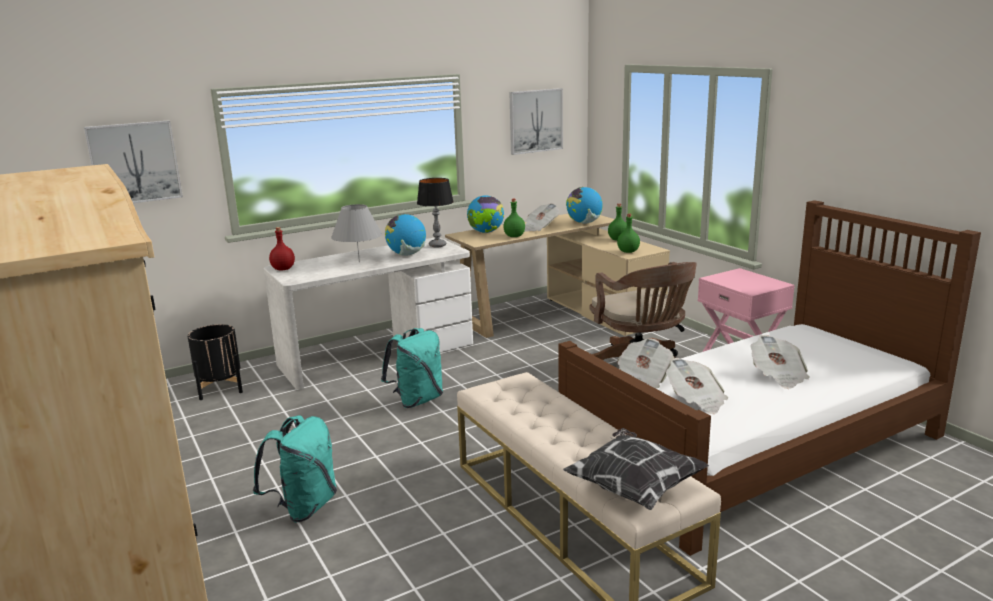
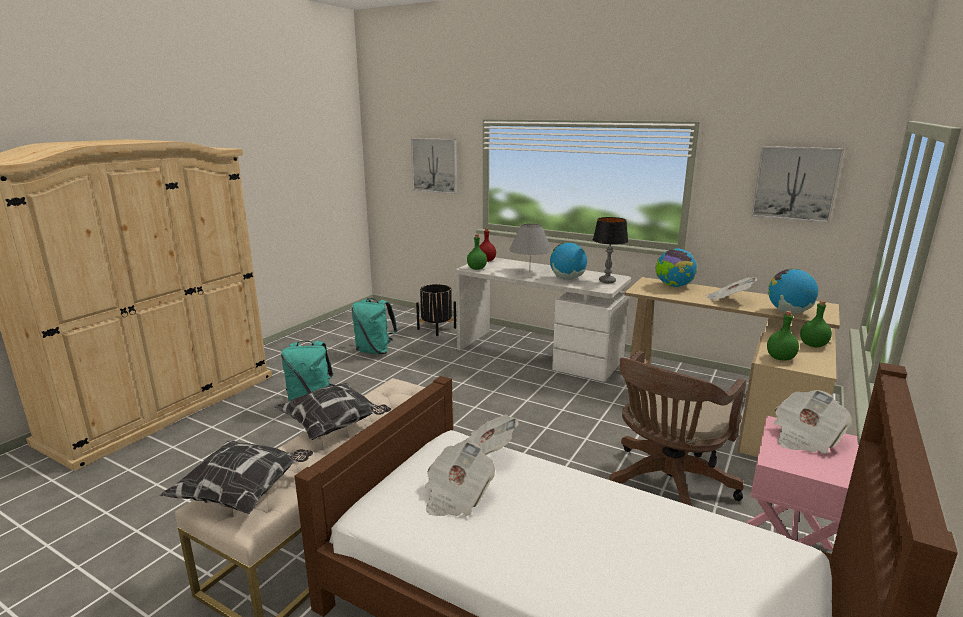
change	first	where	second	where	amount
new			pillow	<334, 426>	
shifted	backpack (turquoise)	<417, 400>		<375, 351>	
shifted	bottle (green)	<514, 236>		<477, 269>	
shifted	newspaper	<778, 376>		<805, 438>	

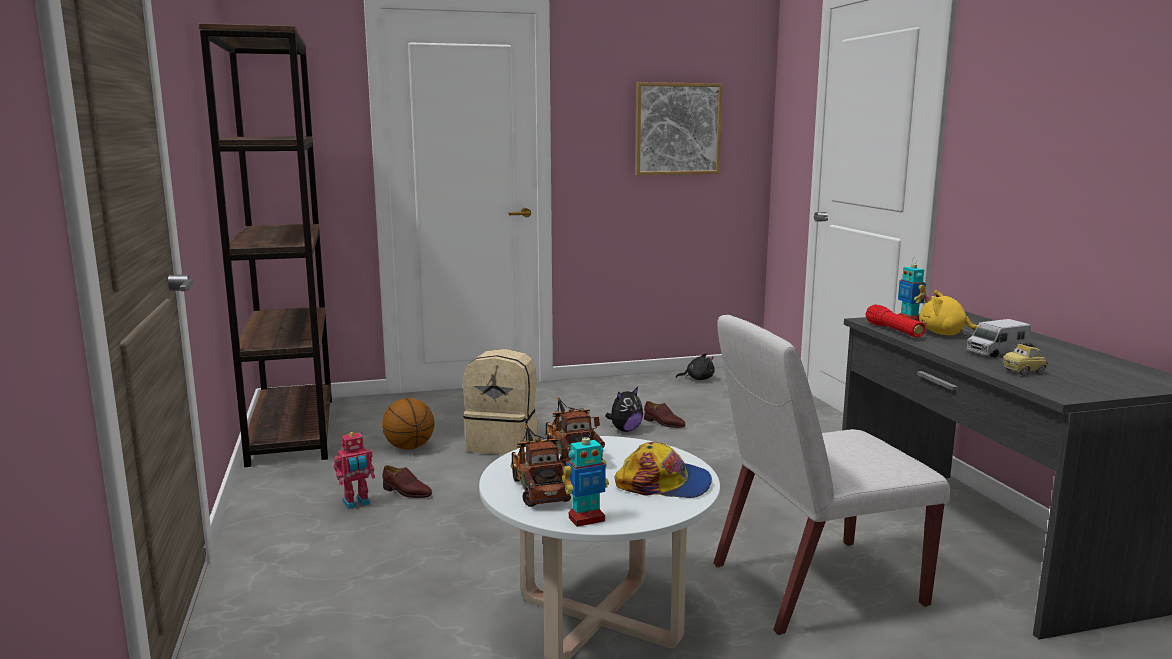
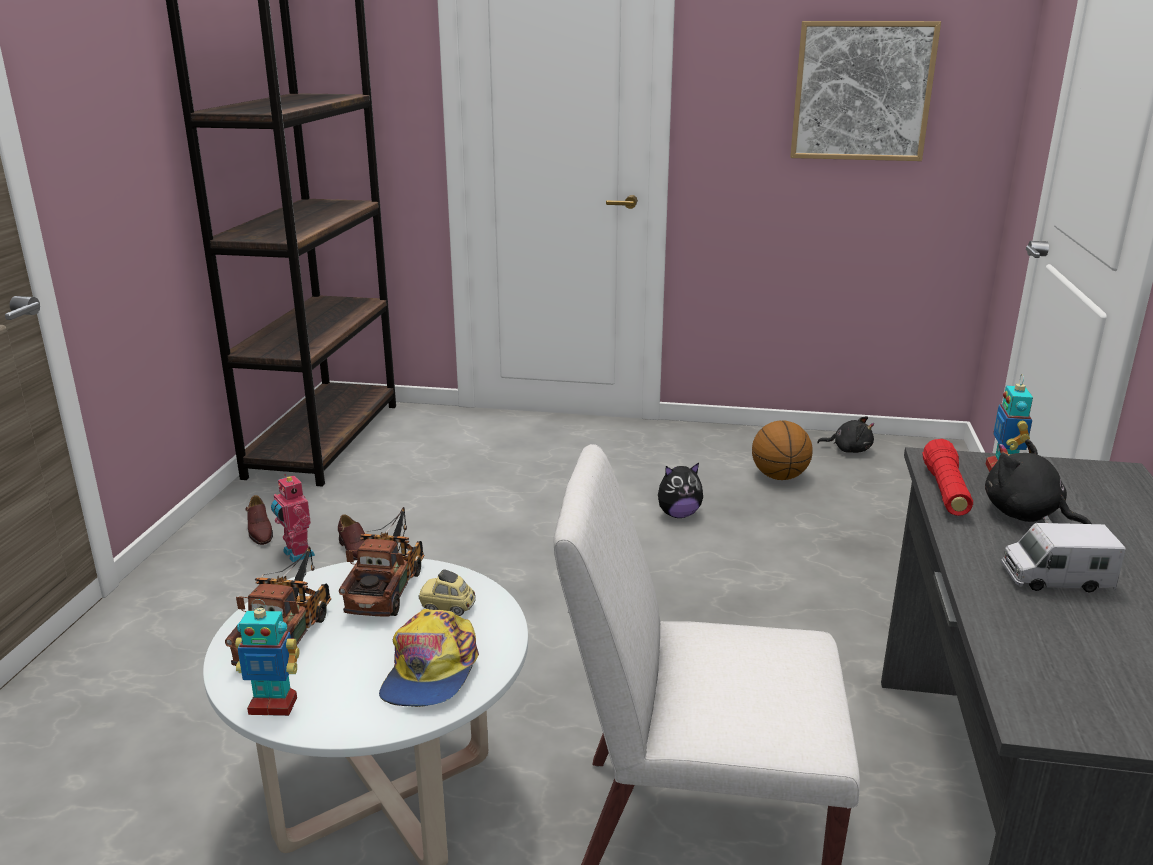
change	first	where	second	where	amount
gone	backpack (beige)	<503, 443>			
shifted	basketball	<409, 448>		<779, 477>	
shifted	shoe (brown)	<664, 423>		<260, 531>	
shifted	toy car	<1024, 372>		<448, 607>	
repainted	plush toy (yellow)	<945, 334>	plush toy (black)	<1026, 515>	
rotated	toy robot	<357, 503>		<296, 554>	60 degrees clockwise
rotated	cap	<664, 484>		<430, 671>	60 degrees clockwise

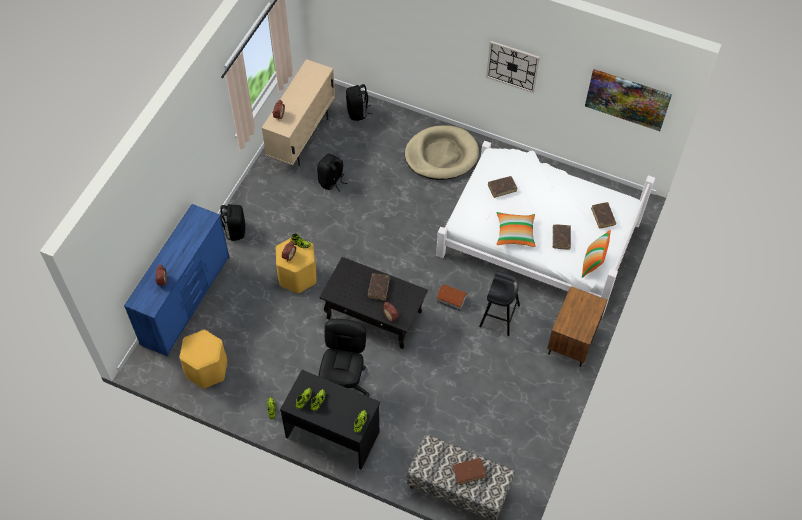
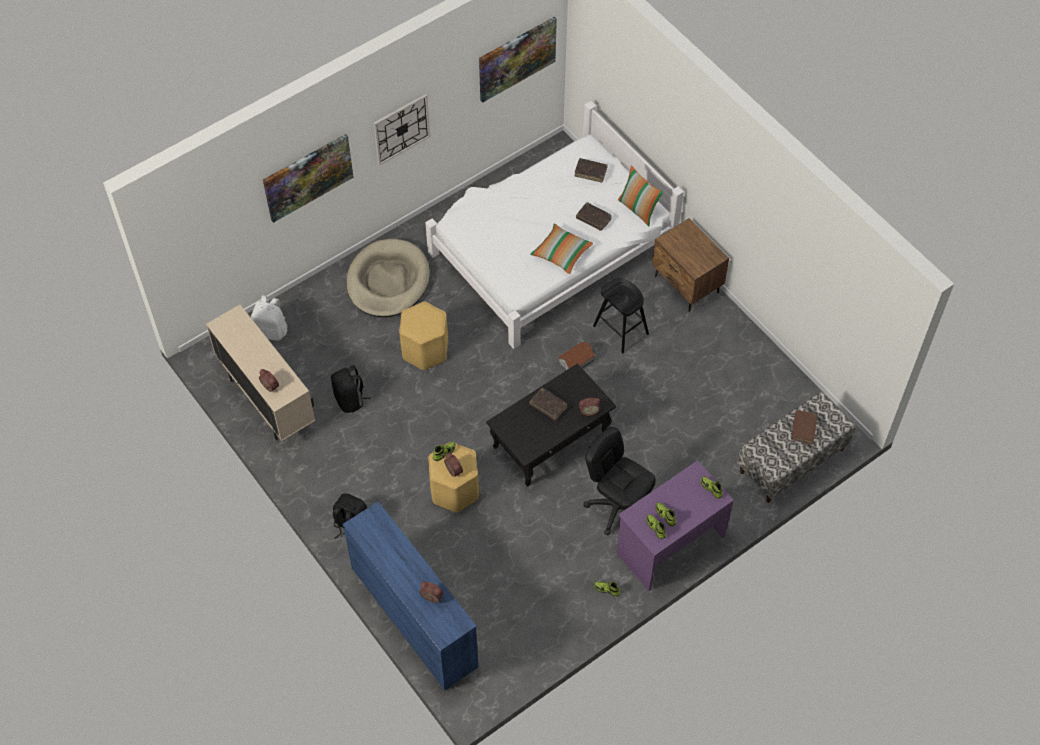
change	first	where	second	where	amount
gone	book (brown)	<502, 188>			
new			picture	<308, 177>	
shifted	stool (yellow)	<206, 369>		<425, 350>	
repainted	desk (black)	<333, 434>	desk (purple)	<669, 544>	
repainted	backpack (black)	<357, 112>	backpack (white)	<272, 330>	

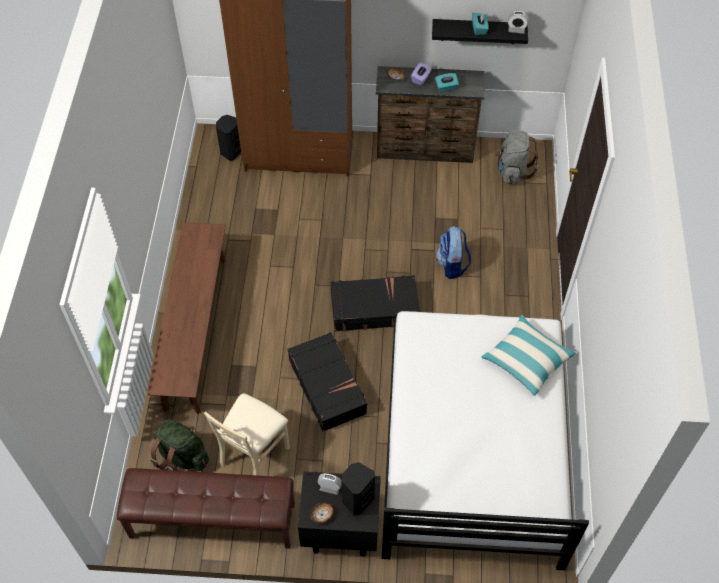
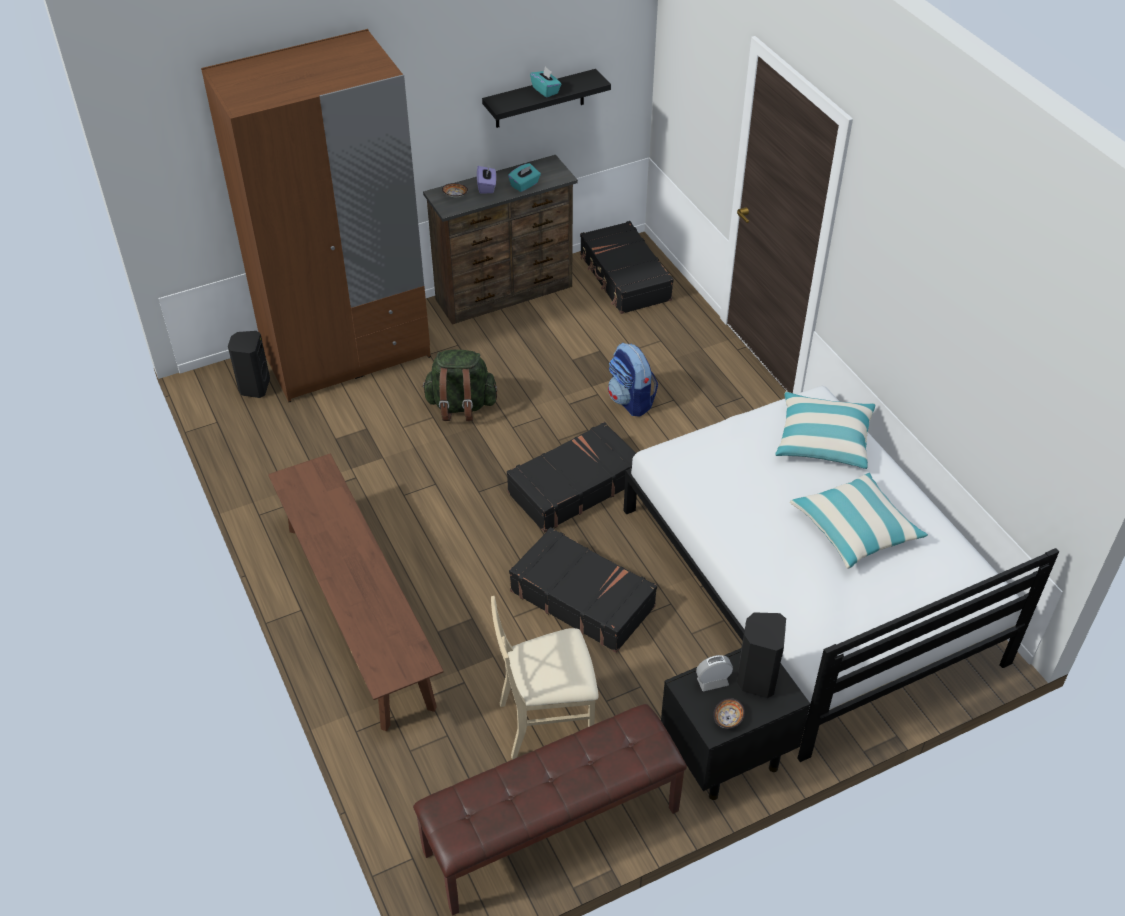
change	first	where	second	where	amount
gone	alarm clock	<516, 30>			
new			pillow	<855, 529>	
shifted	backpack (green)	<182, 456>		<461, 406>	
swapped	backpack (grey)	<512, 171>	suitcase (black)	<624, 278>	
rotated	chair (beige)	<254, 454>		<547, 722>	75 degrees clockwise

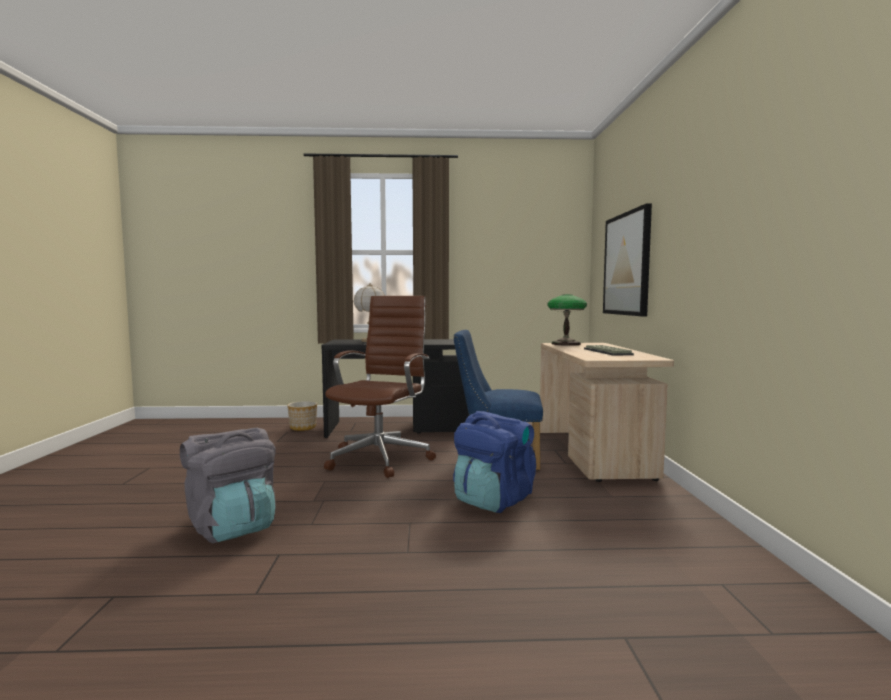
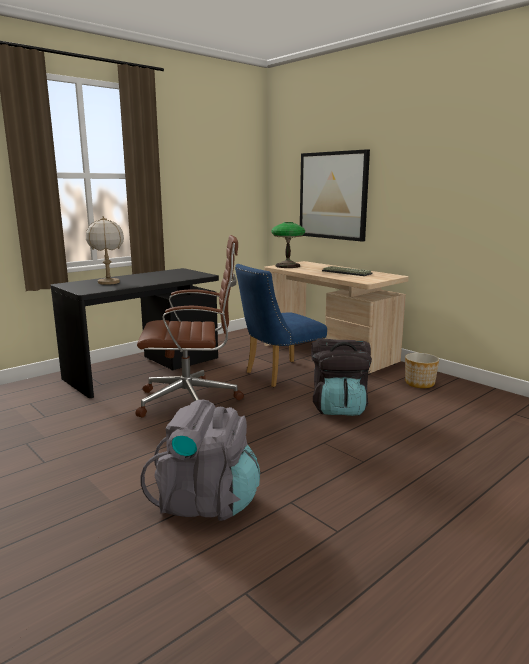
change	first	where	second	where	amount
shifted	planter	<303, 428>		<420, 383>	
repainted	backpack (blue)	<493, 500>	backpack (black)	<339, 407>	
rotated	office chair (brown)	<381, 458>		<192, 401>	105 degrees clockwise

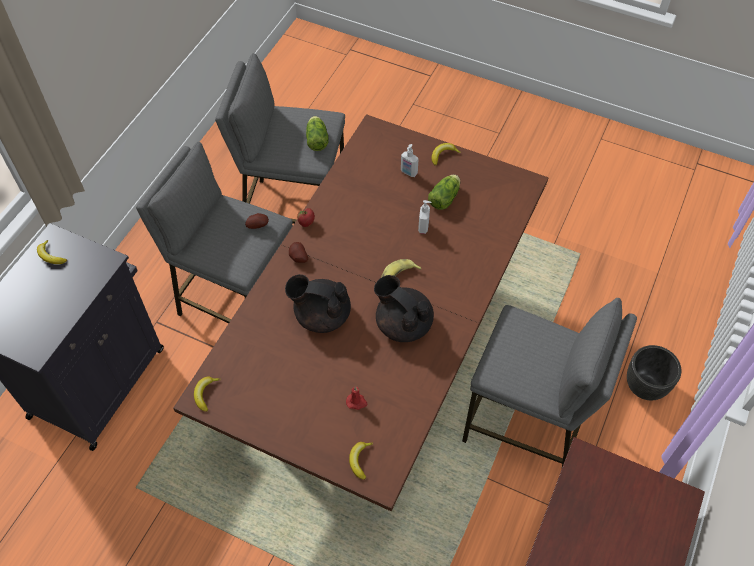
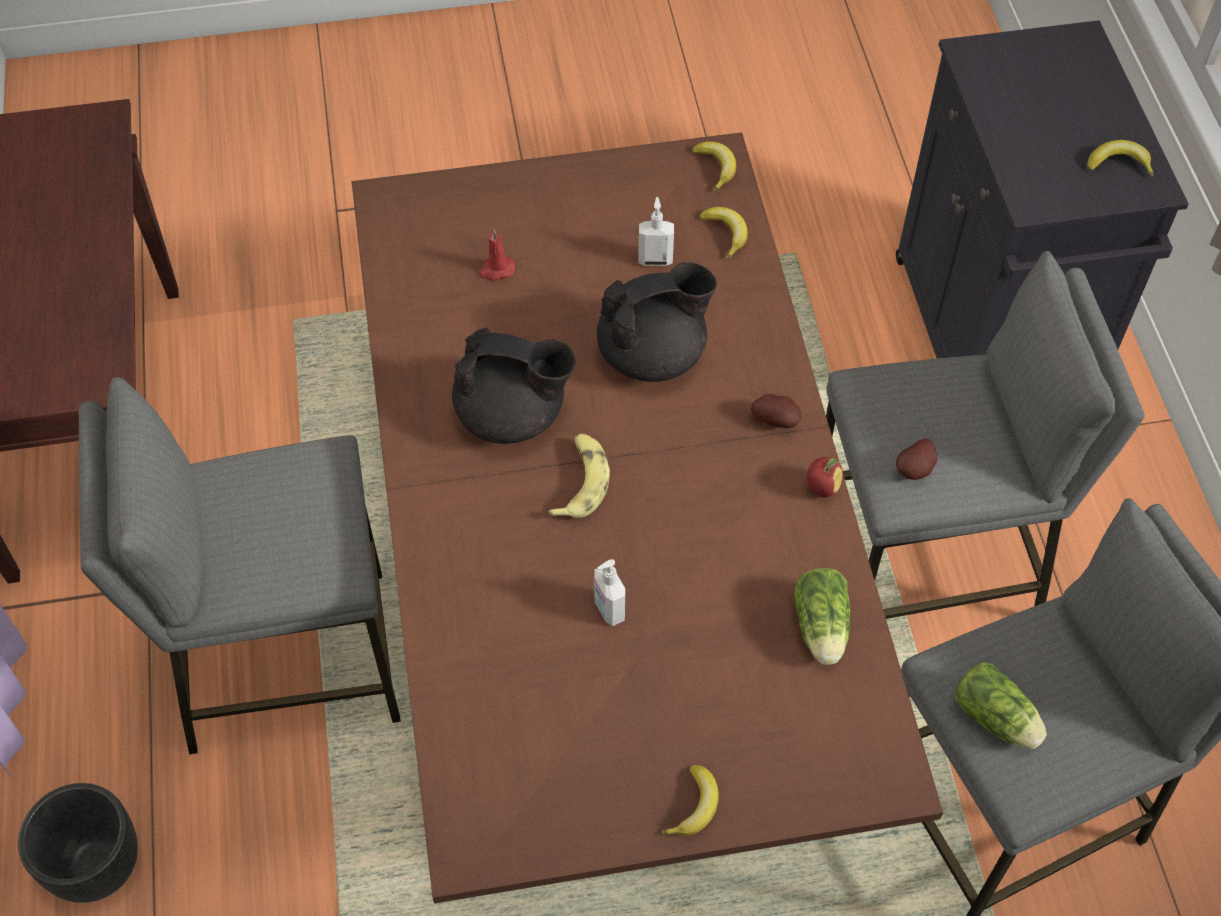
change	first	where	second	where	amount
shifted	banana	<360, 460>		<726, 233>	
shifted	soap dispenser	<408, 172>		<655, 259>	
shifted	lettuce	<445, 197>		<821, 629>	

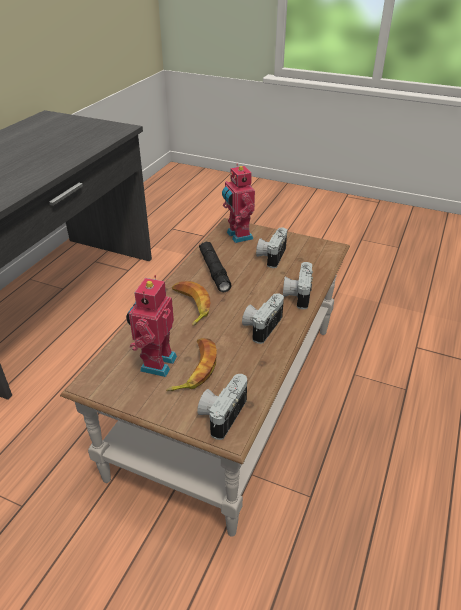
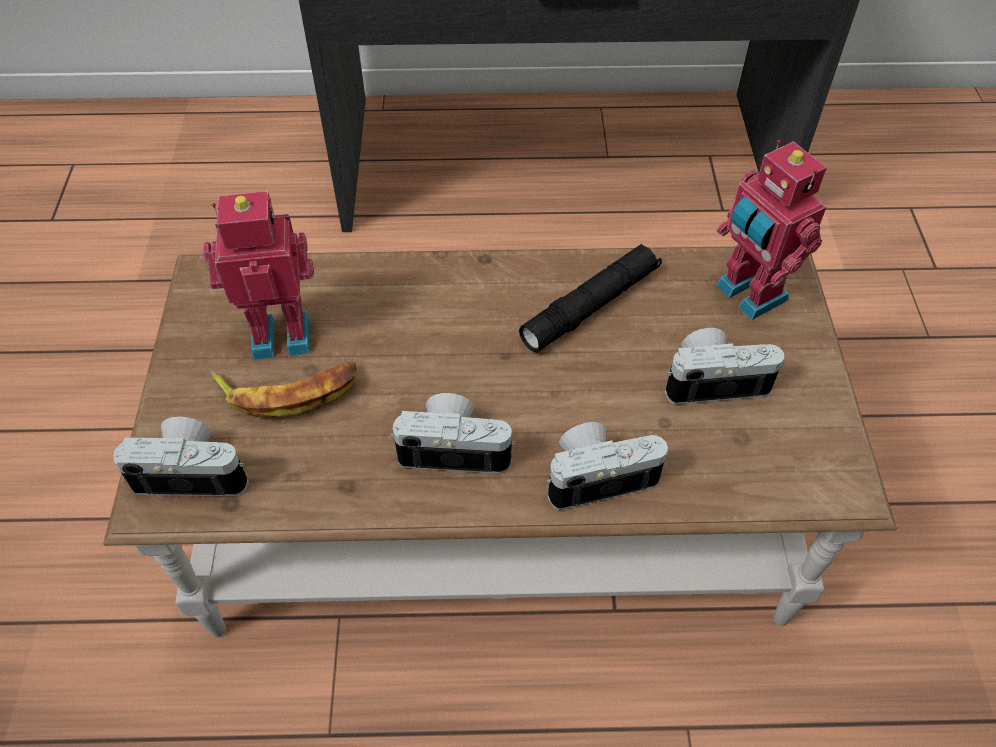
change	first	where	second	where	amount
gone	banana	<190, 305>			
rotated	toy robot	<238, 236>		<748, 295>	75 degrees counterclockwise

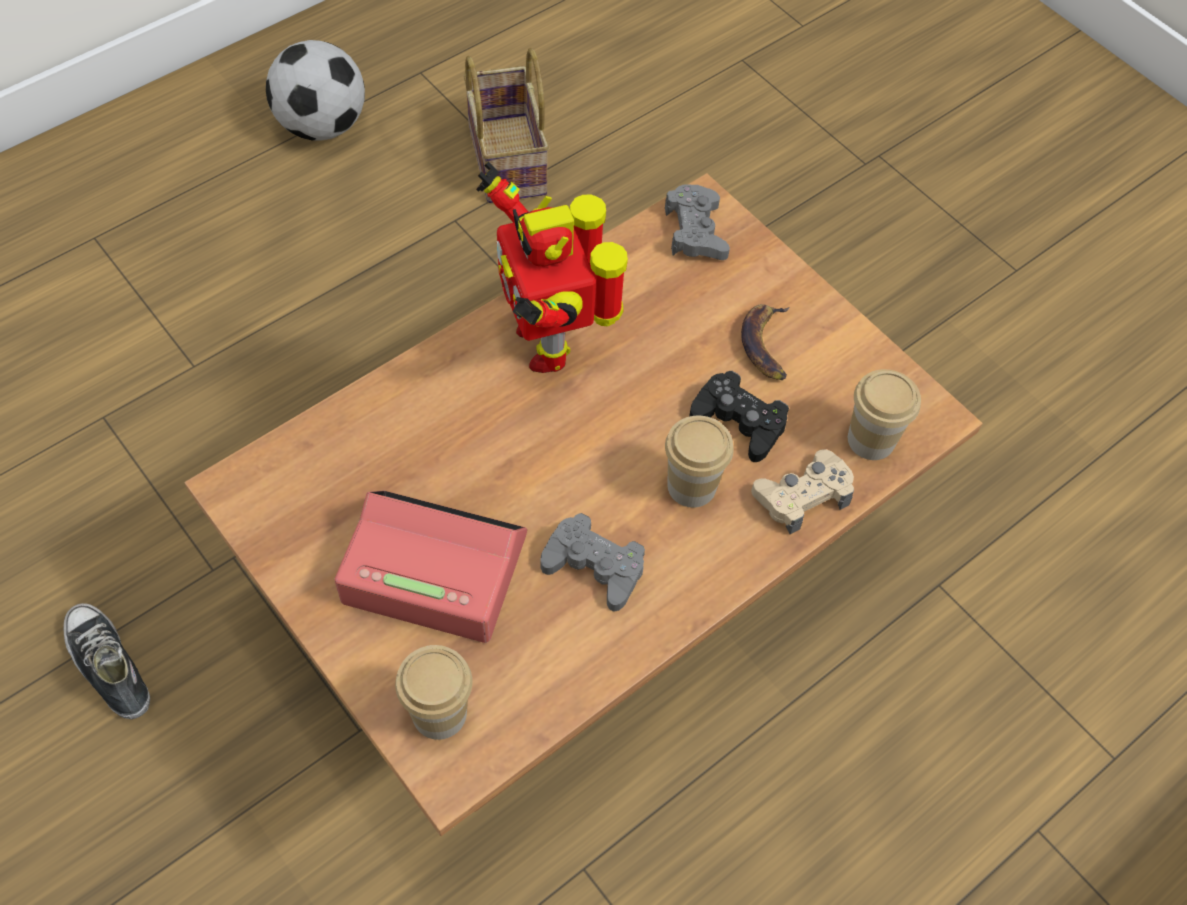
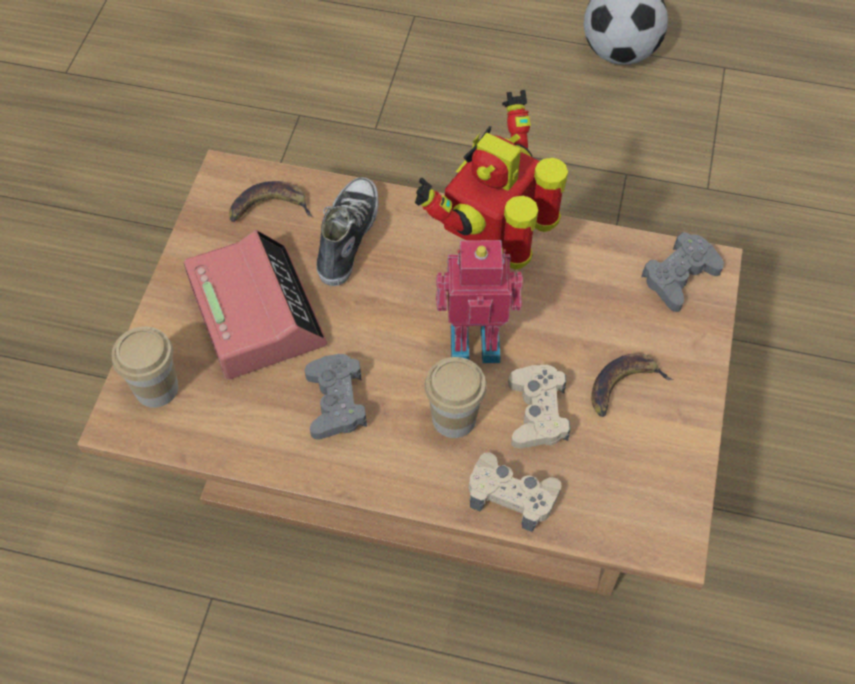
change	first	where	second	where	amount
gone	basket	<504, 157>			
gone	cup	<871, 439>			
new			banana	<268, 208>	
new			toy robot	<475, 340>	
shifted	shoe	<109, 666>		<347, 237>	
repainted	game controller (black)	<739, 421>	game controller (beige)	<537, 413>	

